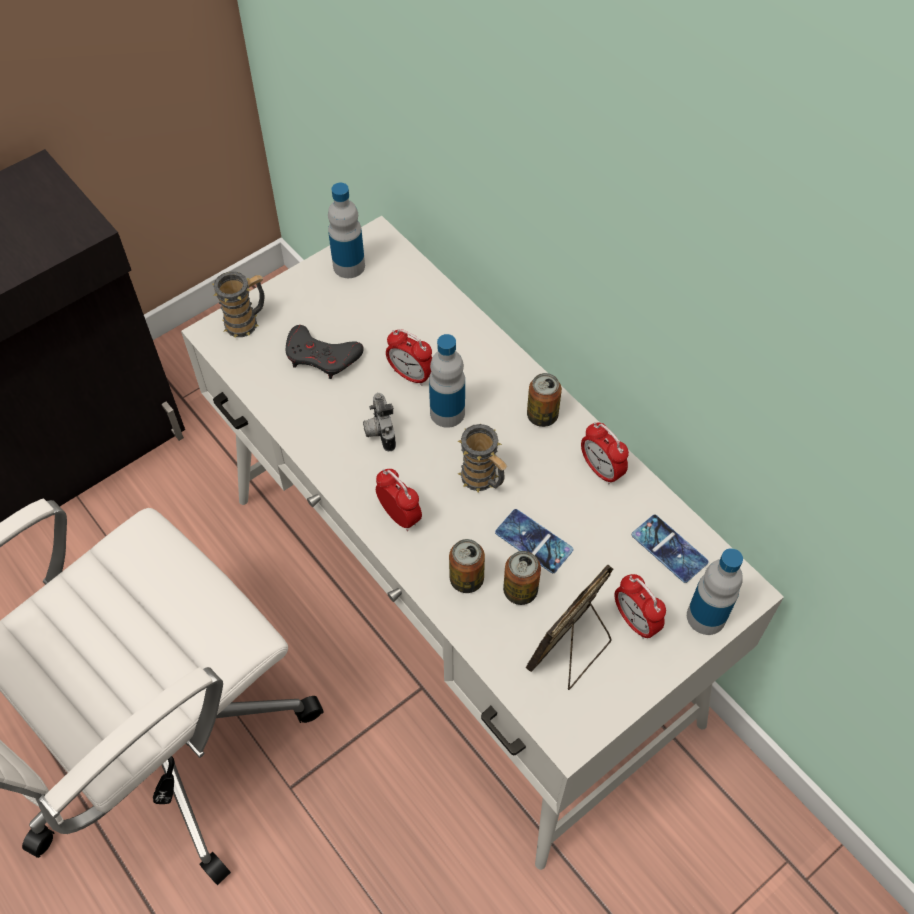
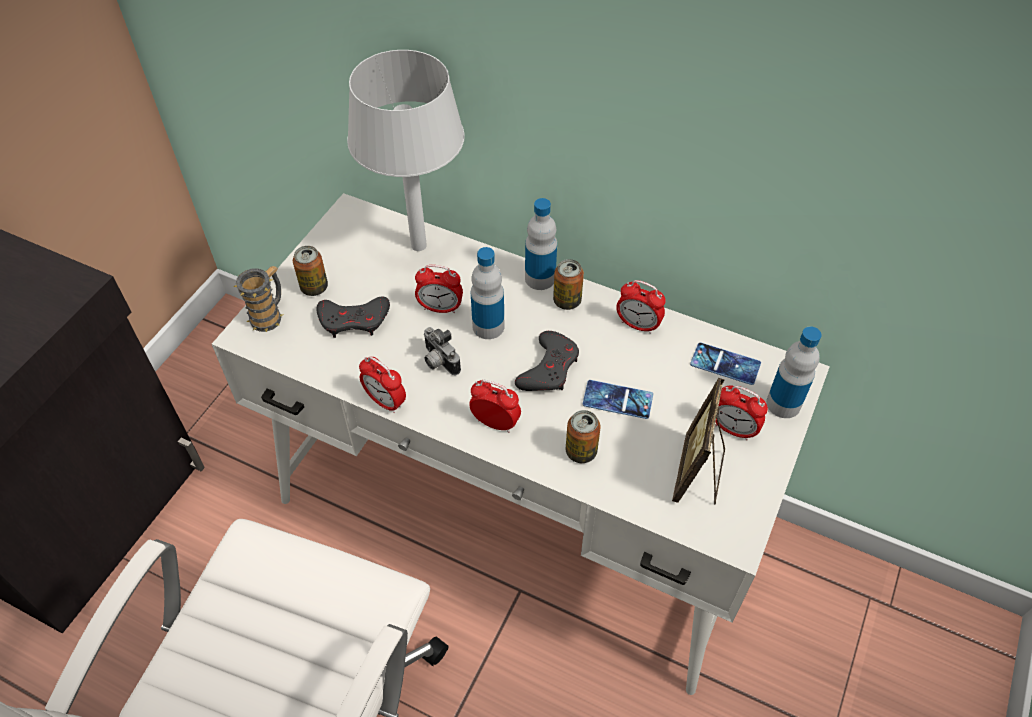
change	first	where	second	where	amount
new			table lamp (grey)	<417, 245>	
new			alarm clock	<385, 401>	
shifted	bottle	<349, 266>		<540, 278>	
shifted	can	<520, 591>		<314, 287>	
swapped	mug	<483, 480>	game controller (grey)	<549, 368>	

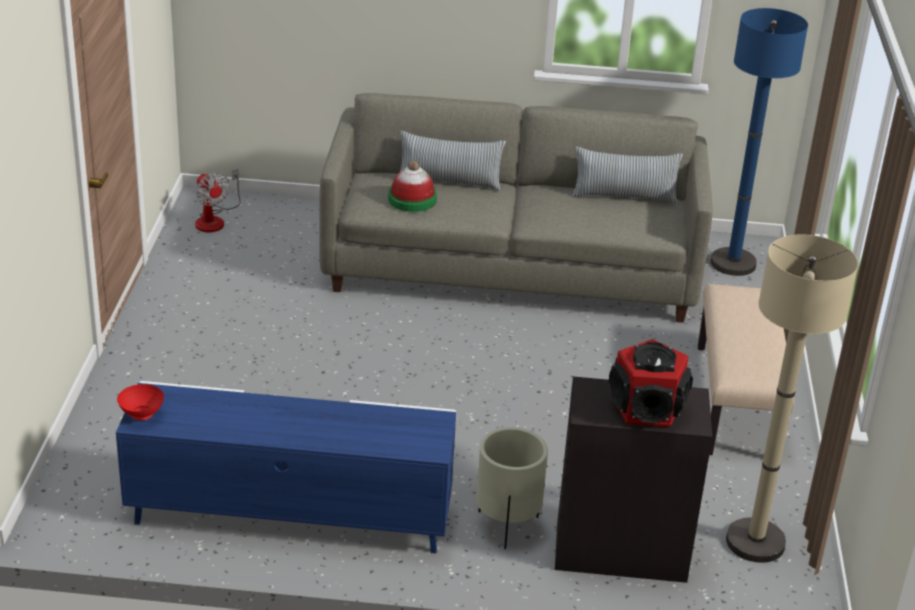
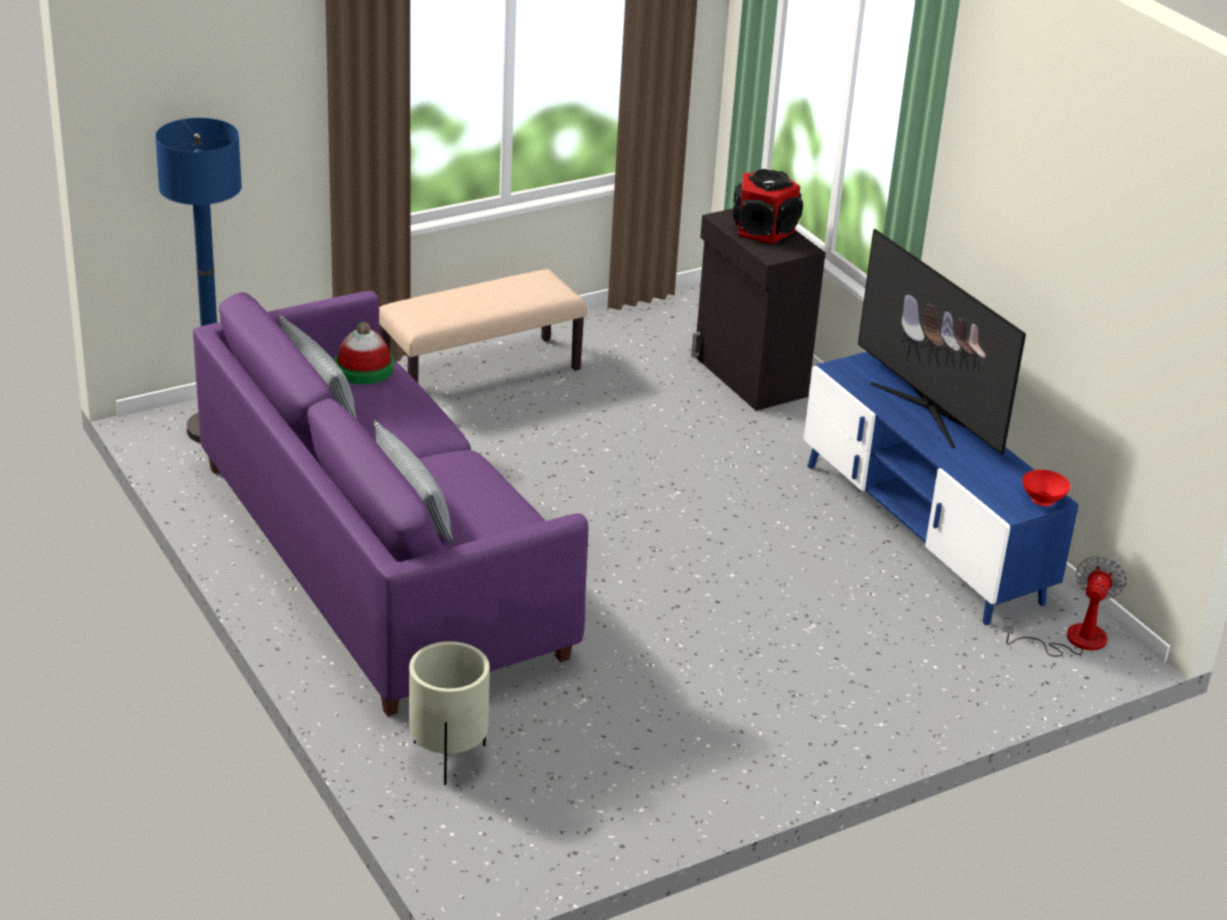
change	first	where	second	where	amount
gone	floor lamp (beige)	<755, 542>			
new			television	<928, 409>	
shifted	fan	<214, 219>		<1072, 640>	
shifted	hat	<412, 199>		<364, 368>	
shifted	planter (beige)	<507, 525>		<447, 757>	
repainted	sofa (grey)	<511, 269>	sofa (purple)	<380, 559>	

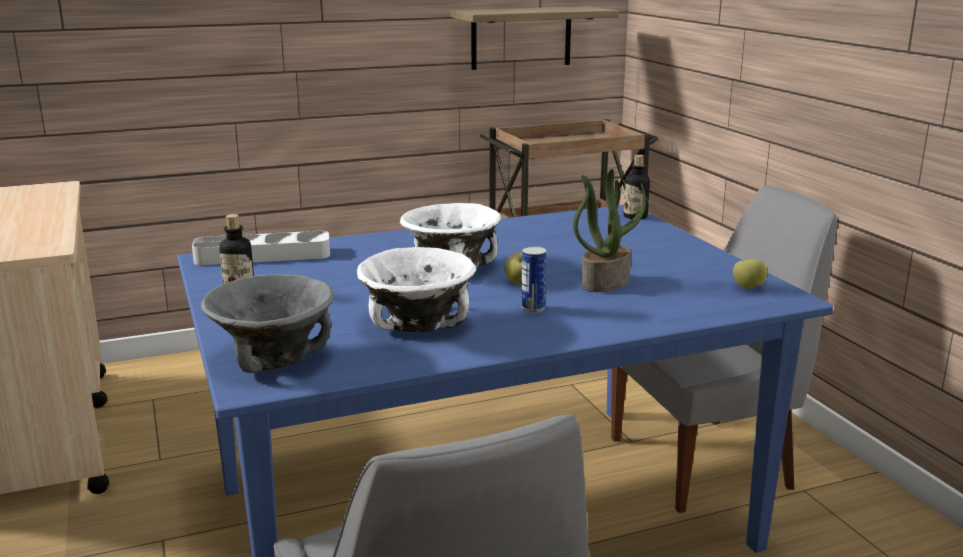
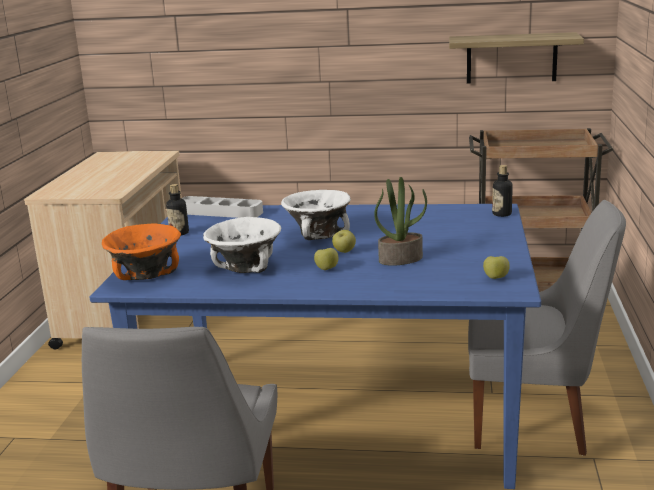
change	first	where	second	where	amount
swapped	can	<533, 309>	apple	<327, 269>	
repainted	bowl (grey)	<273, 359>	bowl (orange)	<146, 275>	

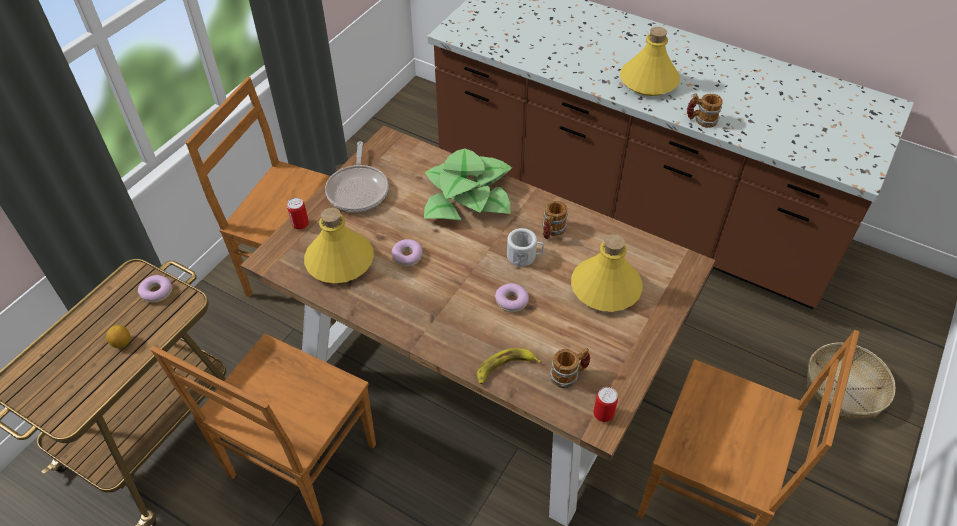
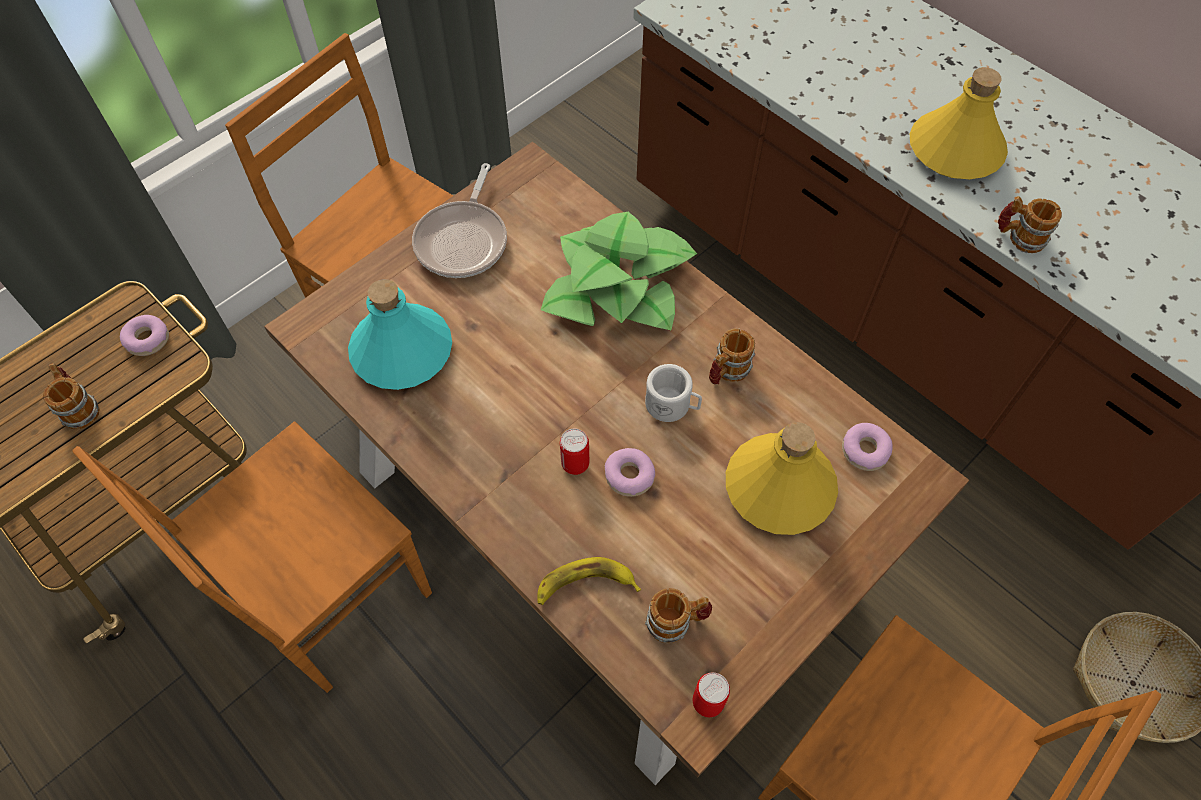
change	first	where	second	where	amount
shifted	can	<300, 224>		<575, 464>	
shifted	donut	<407, 256>		<865, 450>	
swapped	lemon	<122, 343>	mug	<79, 407>	
repainted	bottle (yellow)	<339, 261>	bottle (turquoise)	<401, 351>	

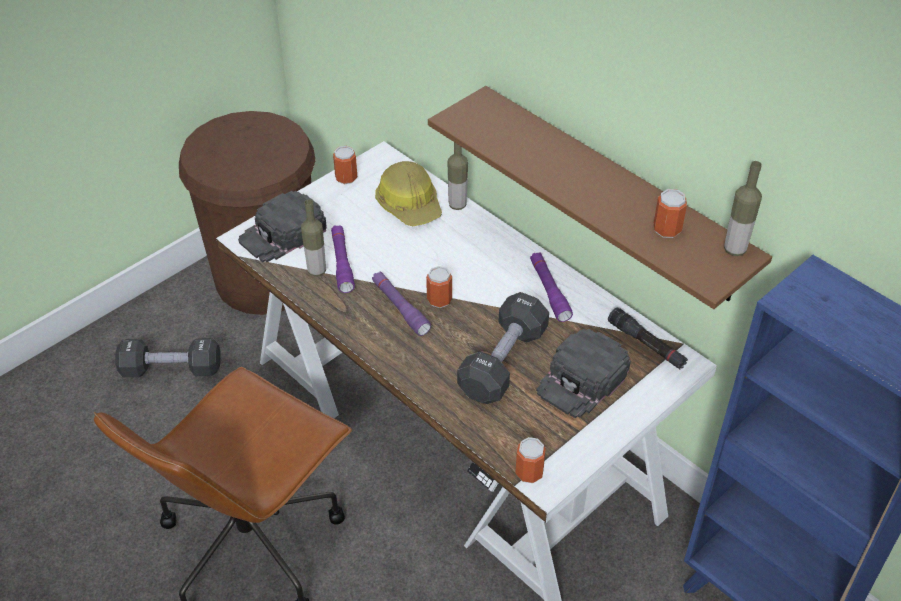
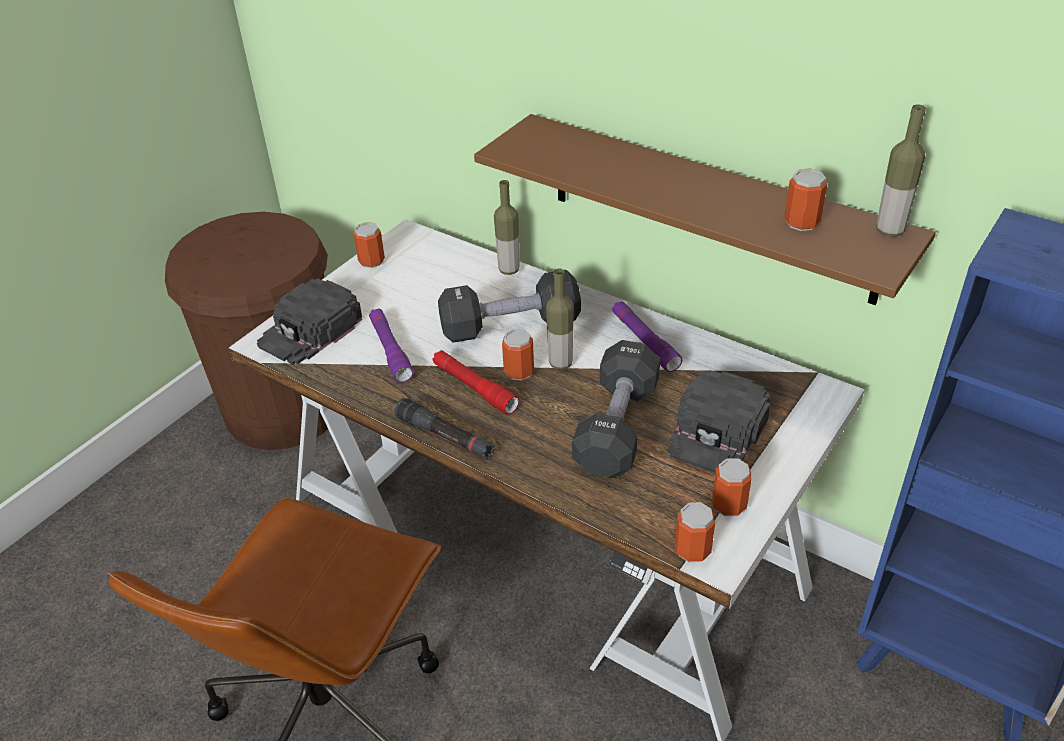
change	first	where	second	where	amount
gone	hard hat	<409, 204>			
new			can	<729, 505>	
shifted	dumbbell (black)	<171, 369>		<510, 326>	
shifted	bottle	<317, 270>		<560, 363>	
shifted	flashlight (black)	<646, 344>		<445, 437>	
repainted	flashlight (purple)	<400, 308>	flashlight (red)	<474, 388>	

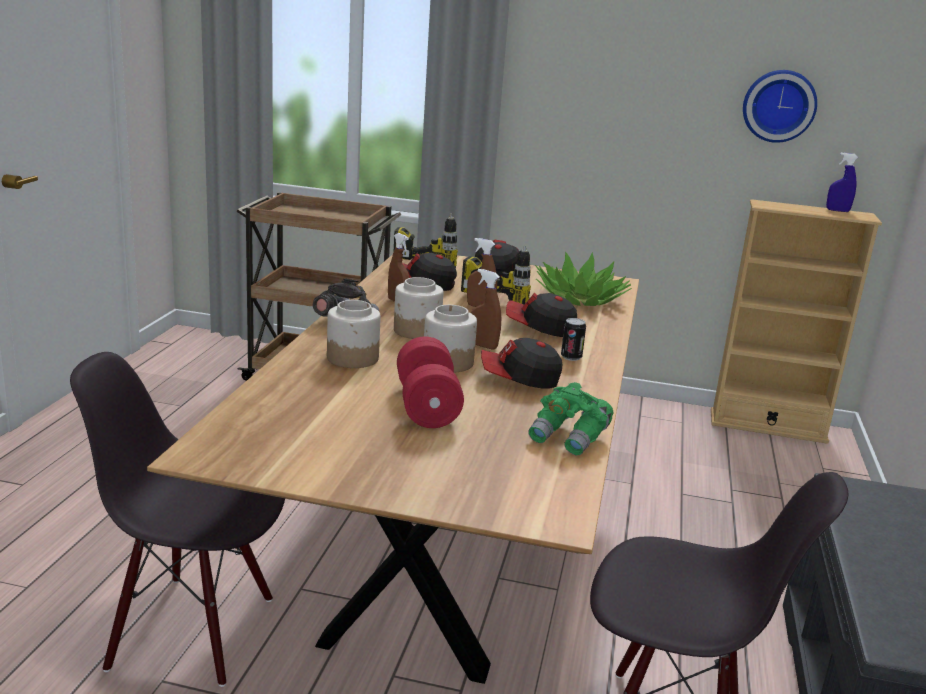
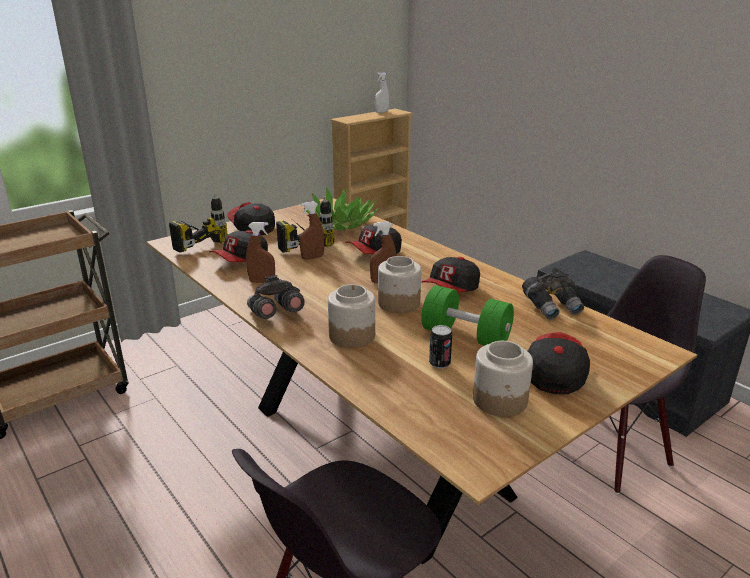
change	first	where	second	where	amount
gone	wall clock	<779, 105>			
new			cap	<554, 373>	
shifted	jar	<417, 331>		<500, 400>	
shifted	can	<571, 357>		<439, 363>	
repainted	dumbbell (red)	<427, 406>	dumbbell (green)	<465, 336>	
repainted	binoculars (green)	<569, 438>	binoculars (grey)	<551, 307>	
repainted	spray bottle (blue)	<837, 210>	spray bottle (white)	<381, 112>	

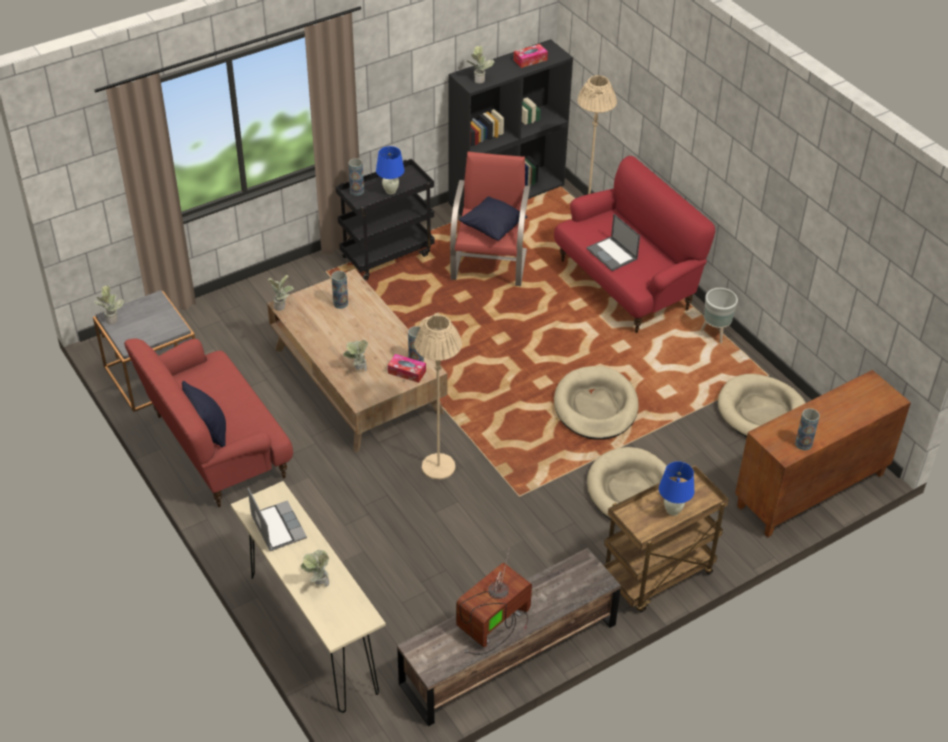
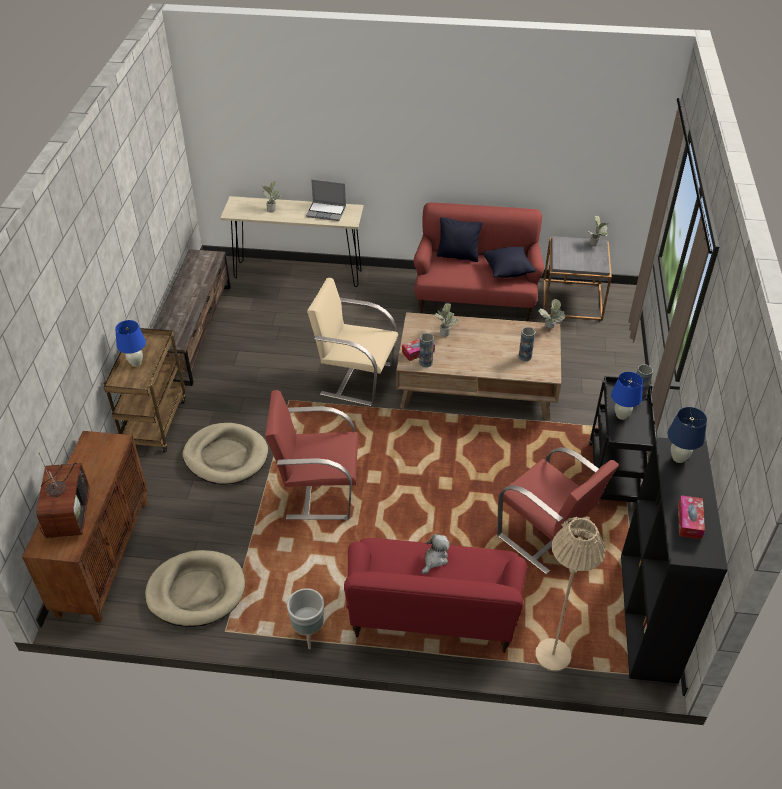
change	first	where	second	where	amount
gone	vase	<803, 444>			
shifted	television	<493, 623>		<67, 513>	
shifted	pillow (black)	<492, 229>		<507, 271>	
swapped	floor lamp (beige)	<438, 466>	armchair (beige)	<356, 378>	
swapped	potted plant	<479, 79>	table lamp (blue)	<678, 458>	
swapped	dog bed (beige)	<595, 406>	armchair (red)	<318, 491>	
swapped	laptop	<612, 254>	plush toy	<435, 559>	

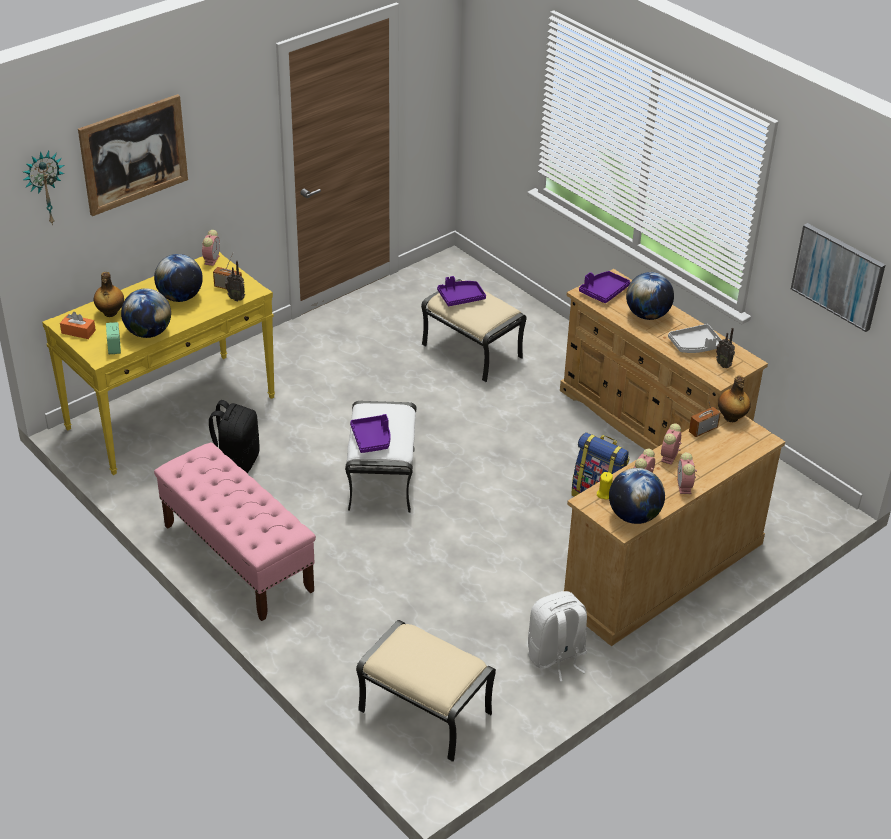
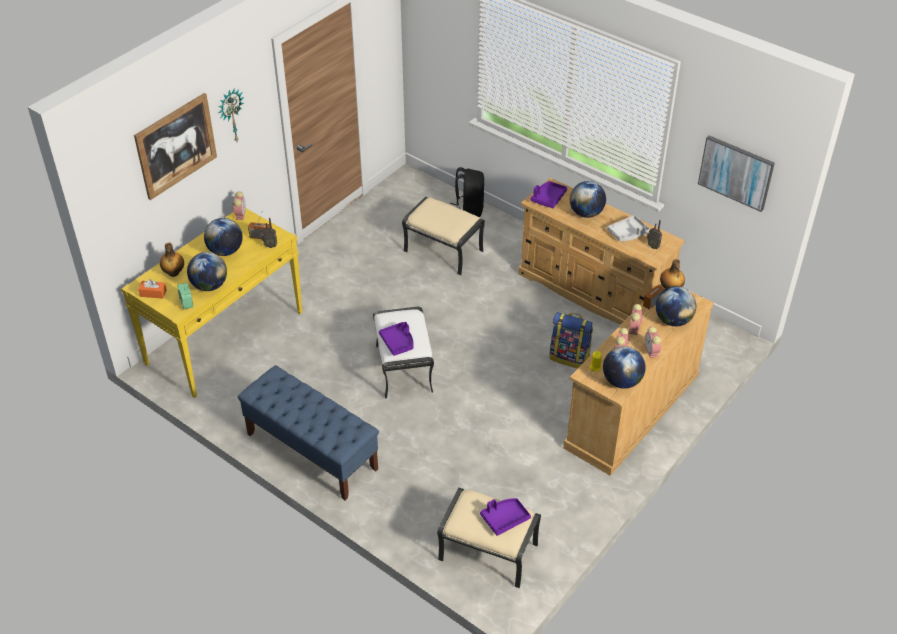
change	first	where	second	where	amount
gone	backpack (white)	<556, 656>			
new			globe	<673, 320>	
shifted	wall clock	<44, 187>		<231, 115>	
shifted	backpack (black)	<236, 463>		<469, 210>	
shifted	tray (purple)	<461, 297>		<504, 519>	
repainted	bench (pink)	<237, 557>	bench (blue)	<311, 451>	

